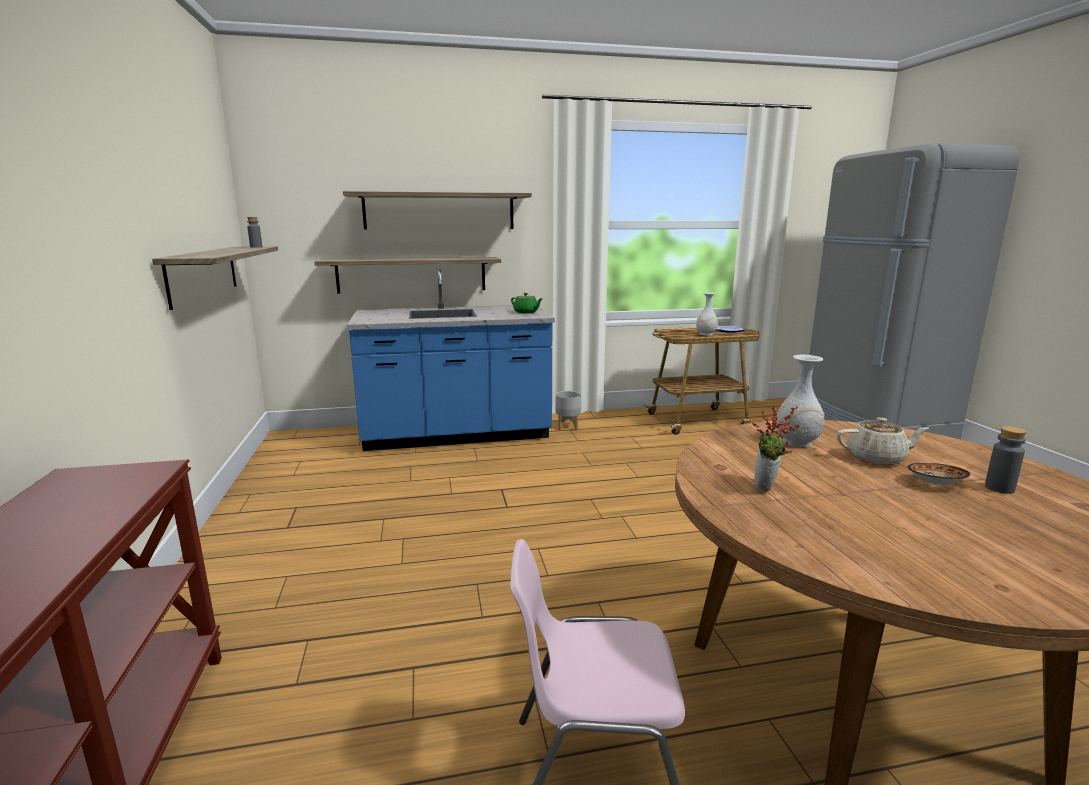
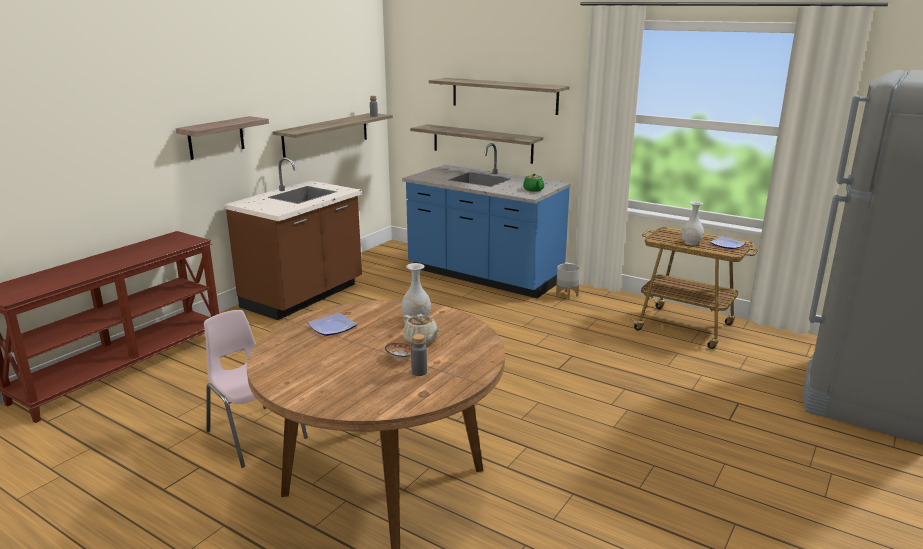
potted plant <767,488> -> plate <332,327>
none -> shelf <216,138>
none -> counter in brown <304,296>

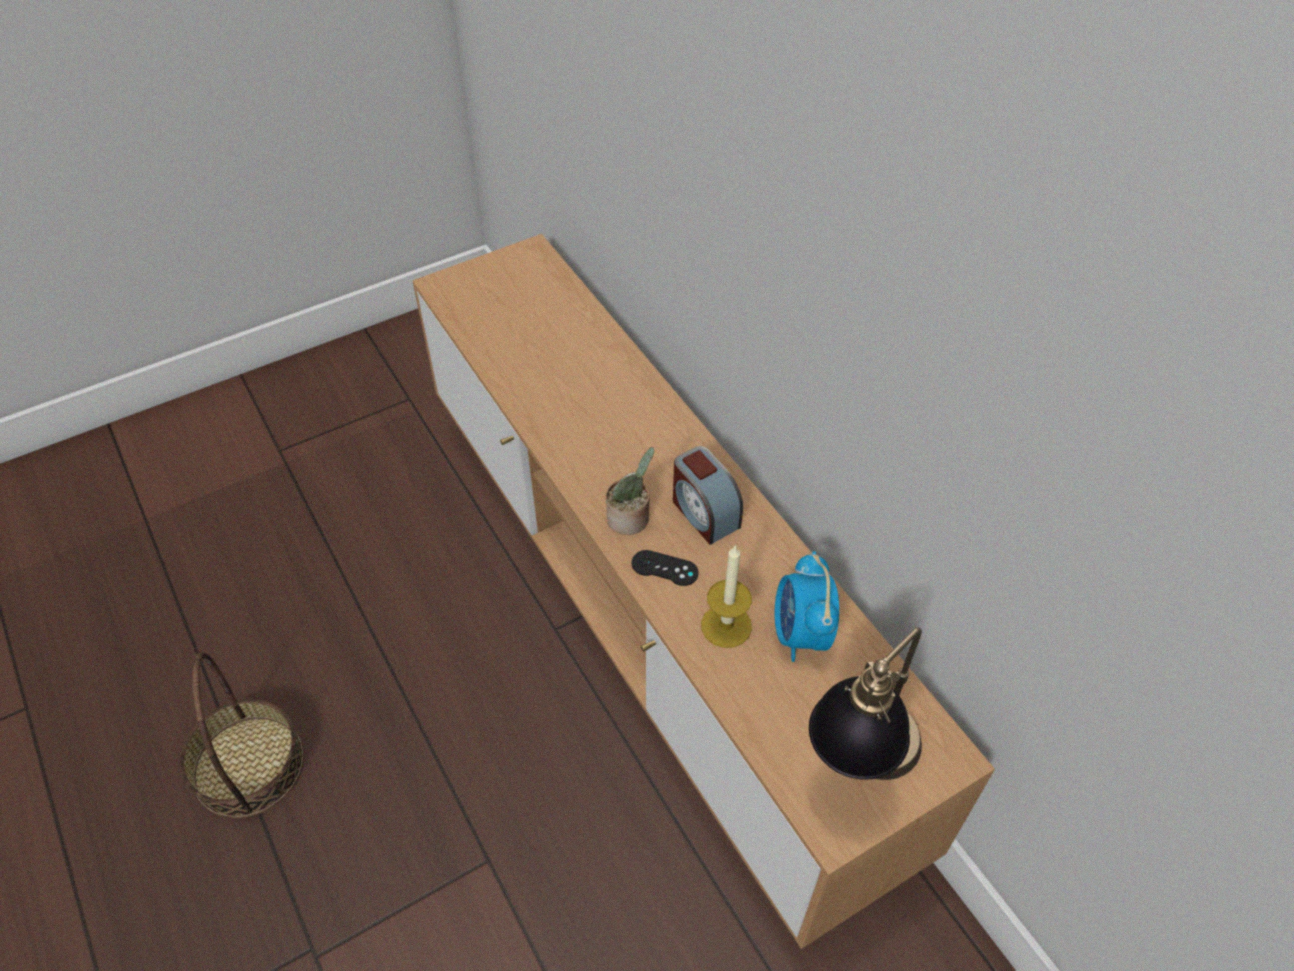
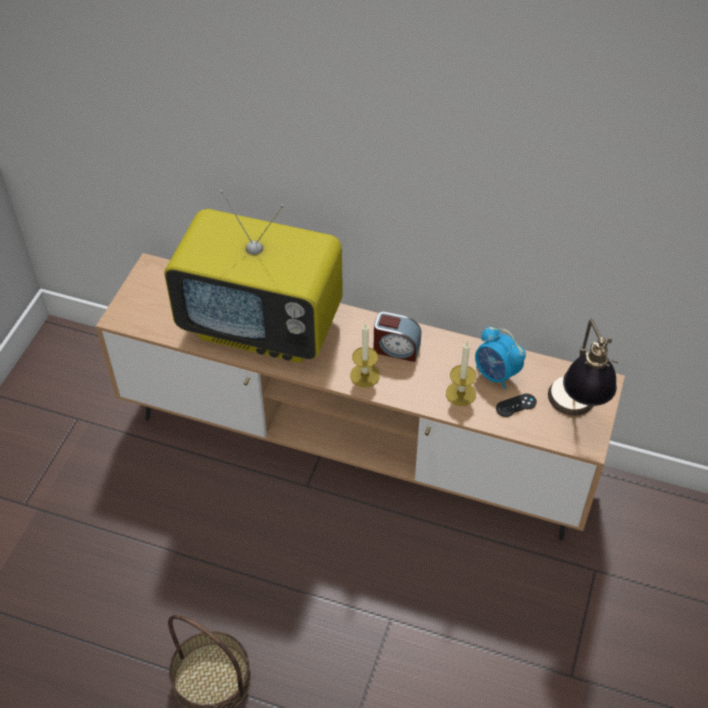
potted plant <630,519> -> candle <365,375>
game controller in black <664,568> -> game controller in black <516,405>, move
none -> television <263,326>

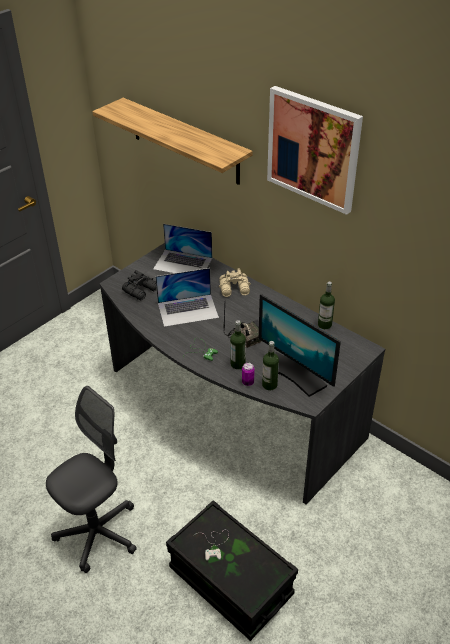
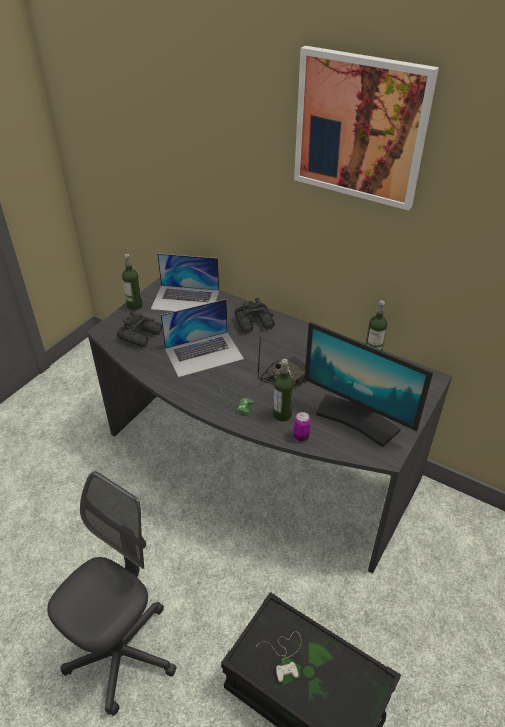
shelf <184,141> -> none
binoculars in beige <235,289> -> binoculars in black <255,323>
bottle <269,385> -> bottle <134,306>, move

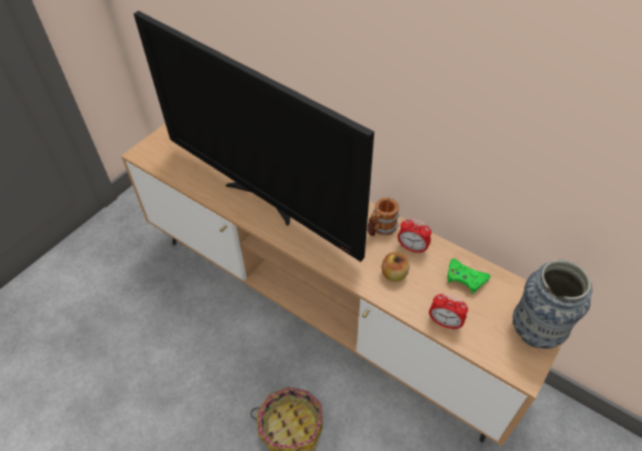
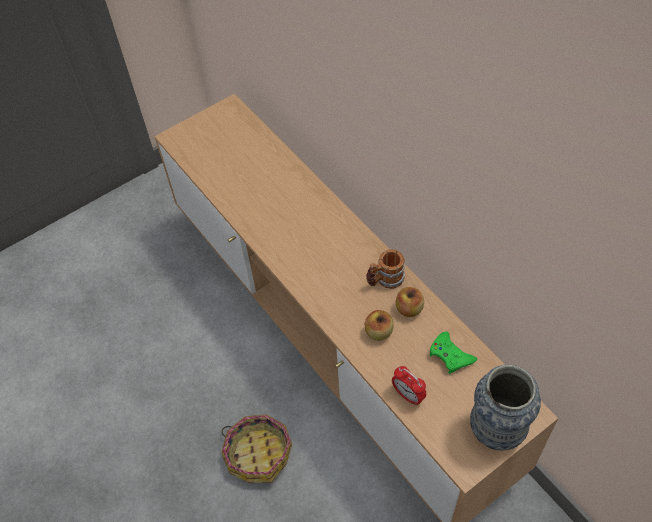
television <263,200> -> none
alarm clock <412,248> -> apple <409,309>

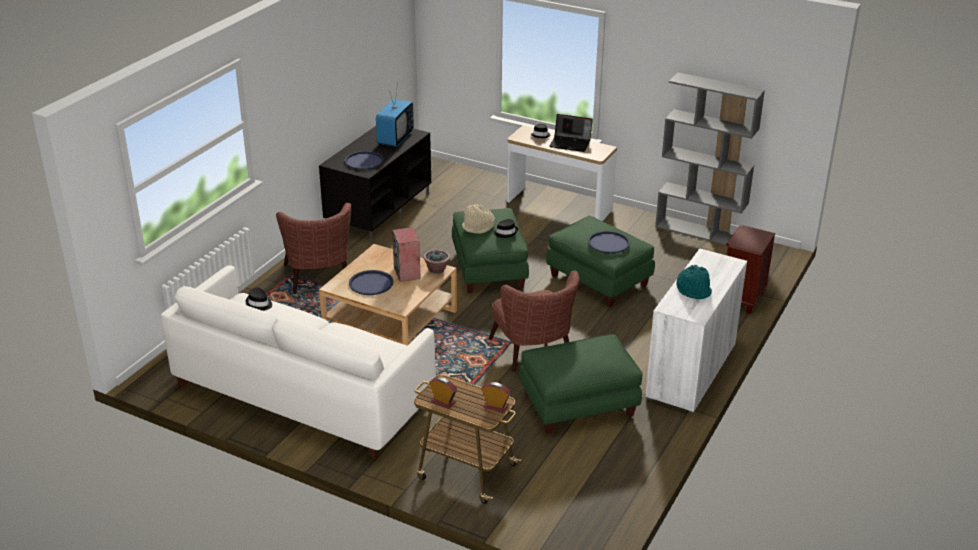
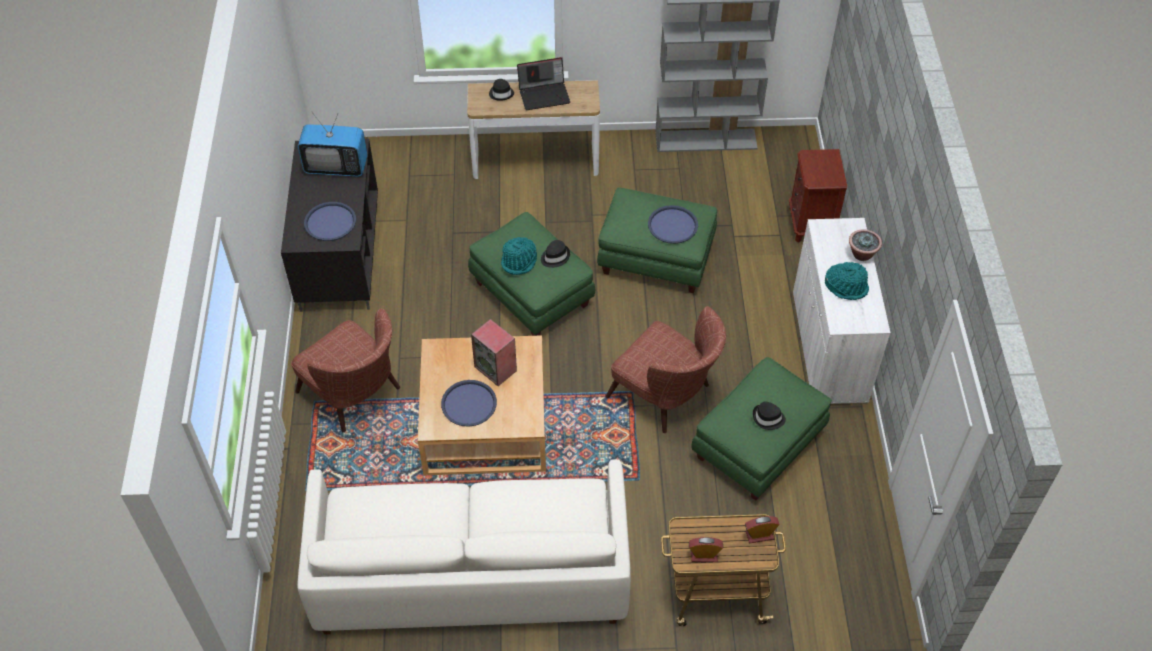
television <395,138> -> television <336,167>, 105 degrees clockwise
hat in beige <478,227> -> hat in turquoise <519,261>
potted plant <437,270> -> potted plant <862,254>, move
hat in black <259,304> -> hat in black <768,418>, move

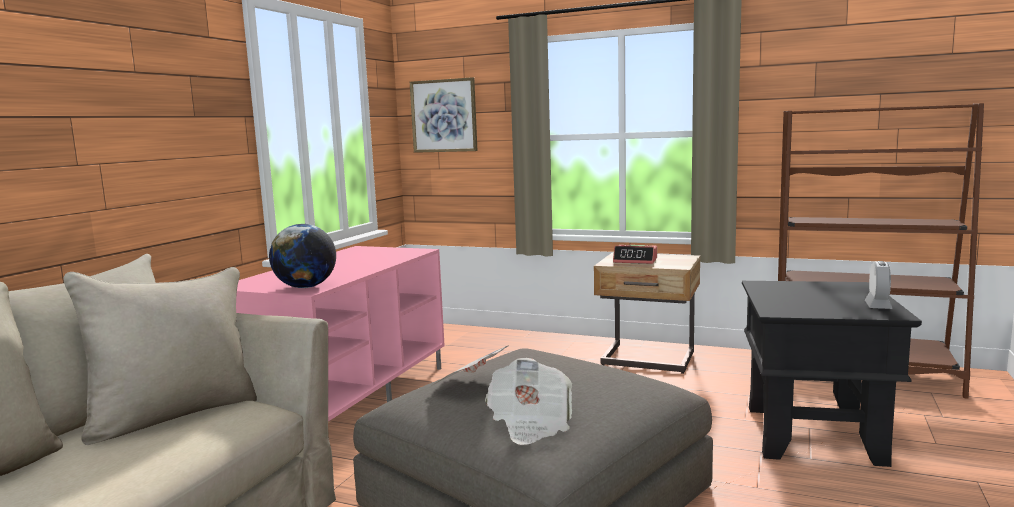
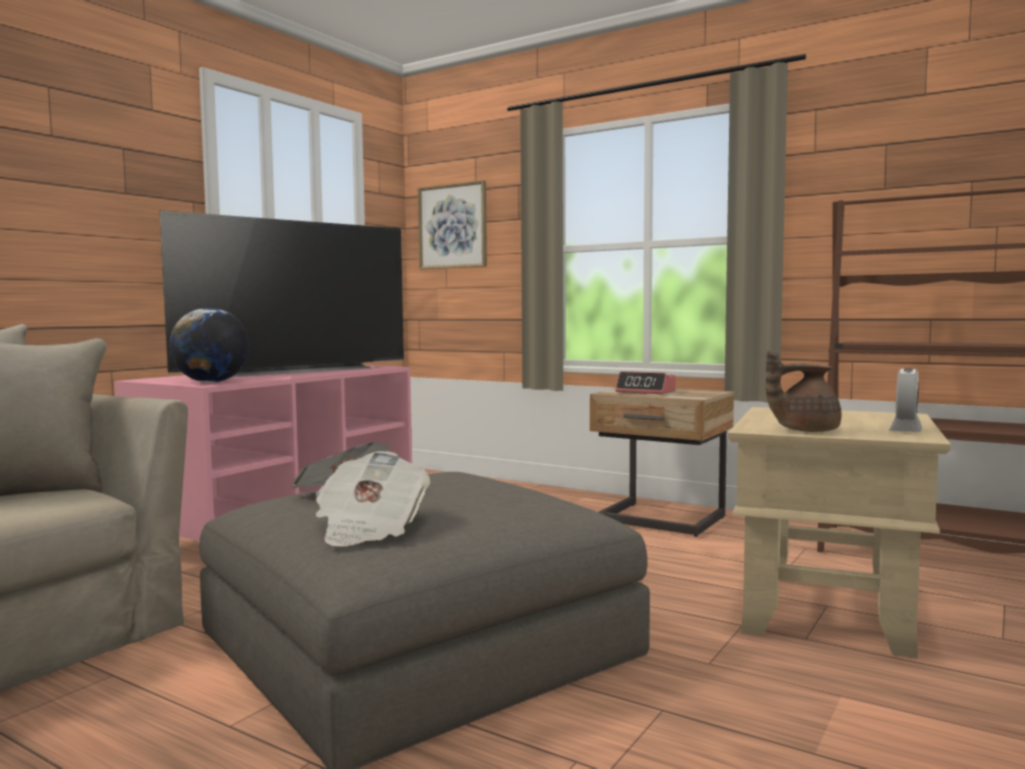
side table in black <813,434> -> side table in beige <828,612>
none -> television <293,371>
none -> teapot in brown <804,430>

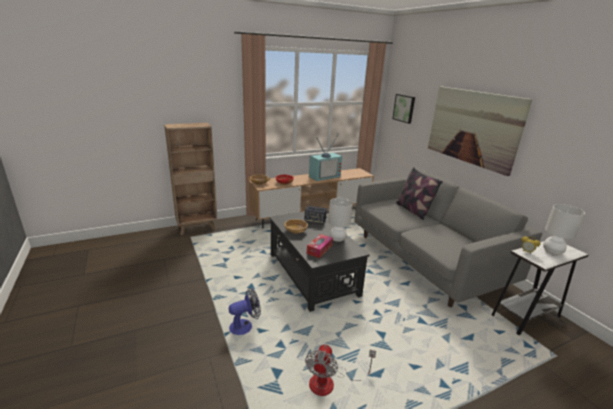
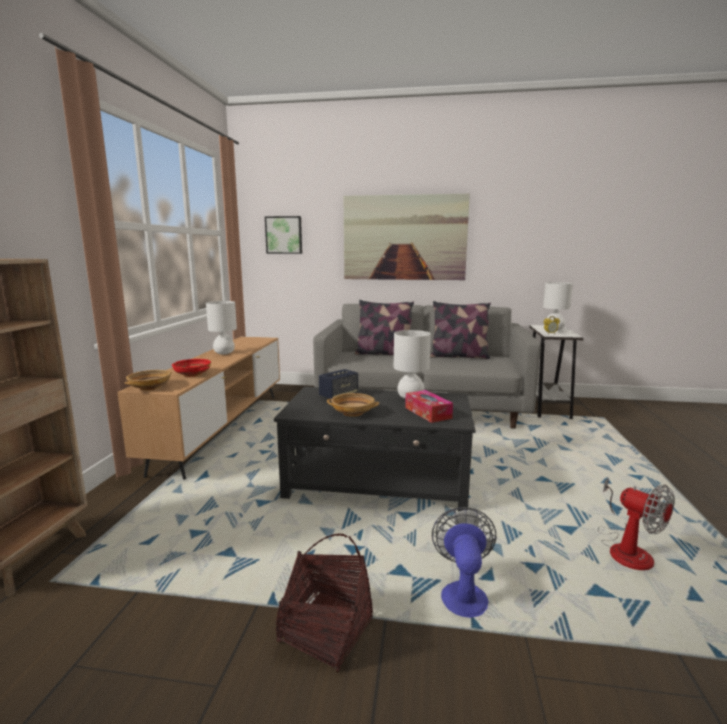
television <324,176> -> table lamp in white <224,353>
none -> pillow <459,356>
none -> basket <325,631>

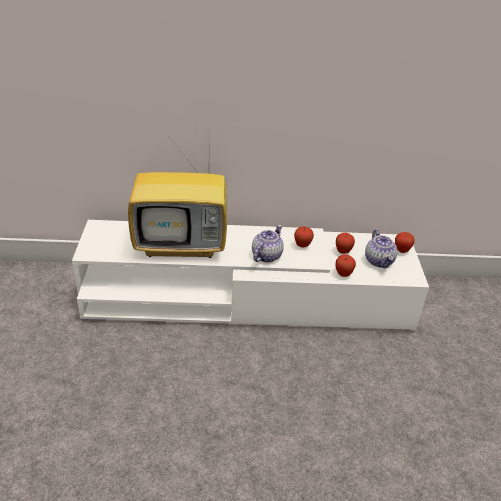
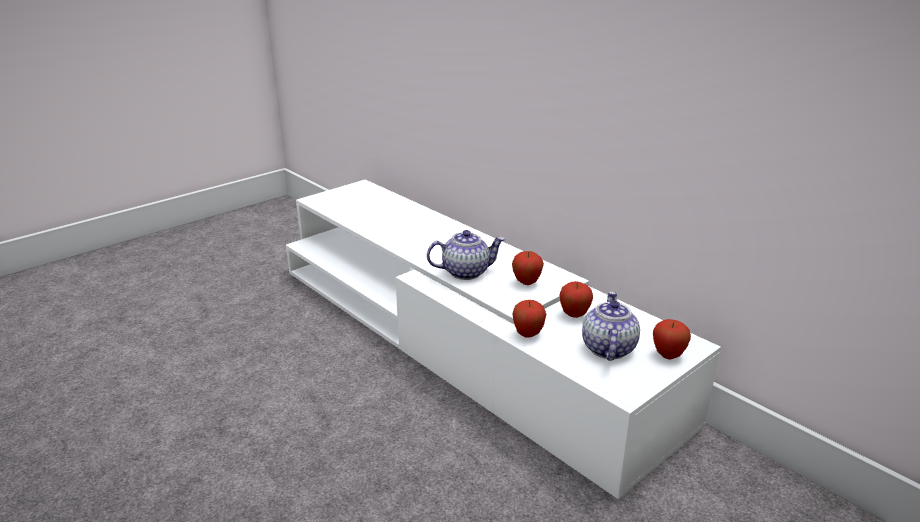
television <183,245> -> none
teapot <379,261> -> teapot <607,348>, 150 degrees clockwise

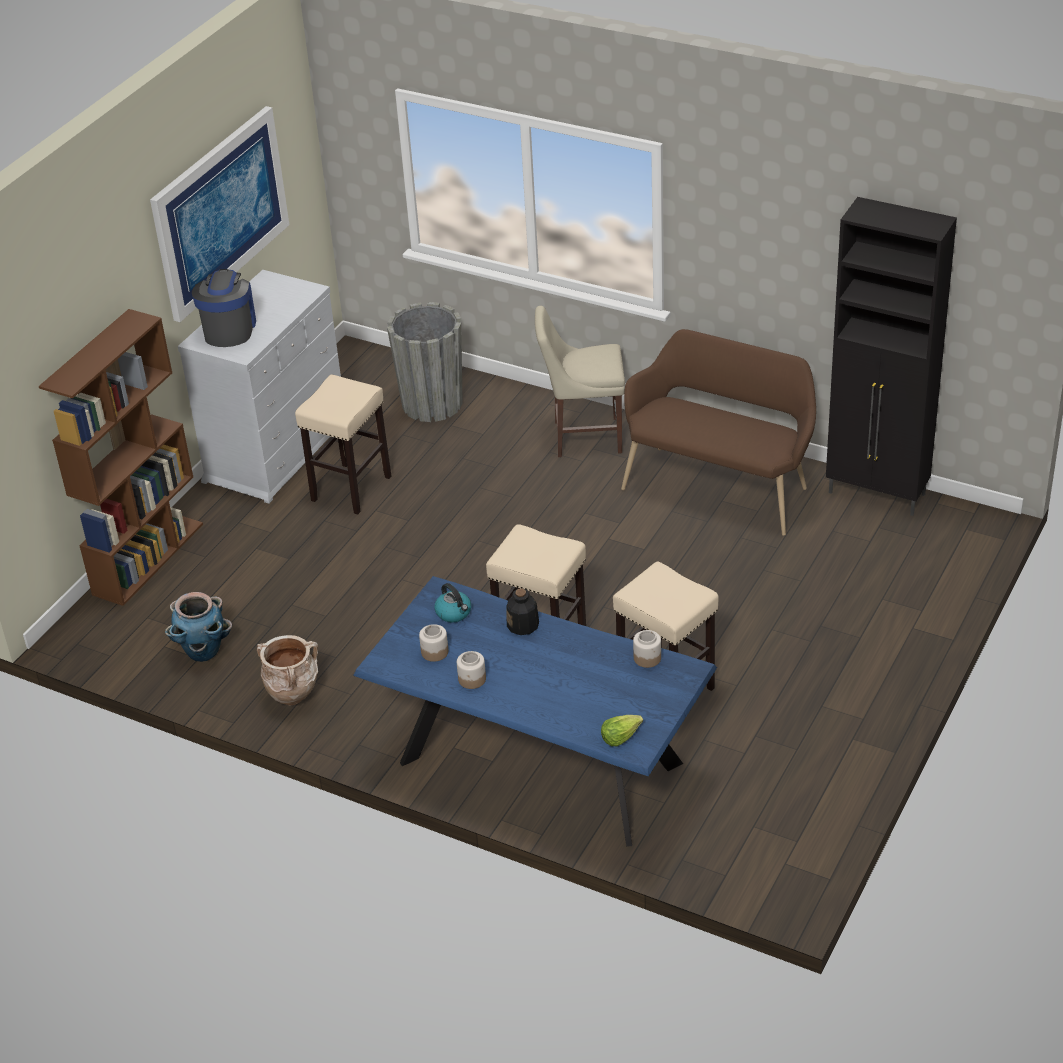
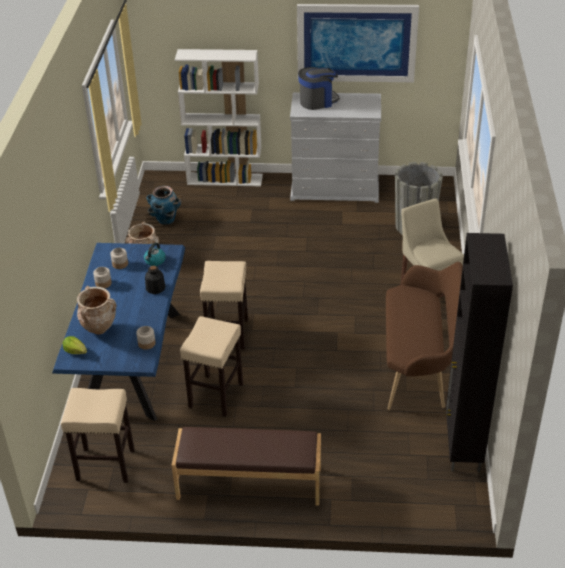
bookcase in brown <148,558> -> bookcase in white <225,179>
stool in beige <351,489> -> stool in beige <105,465>, move
none -> vase in beige <100,330>
none -> bench in brown <249,484>

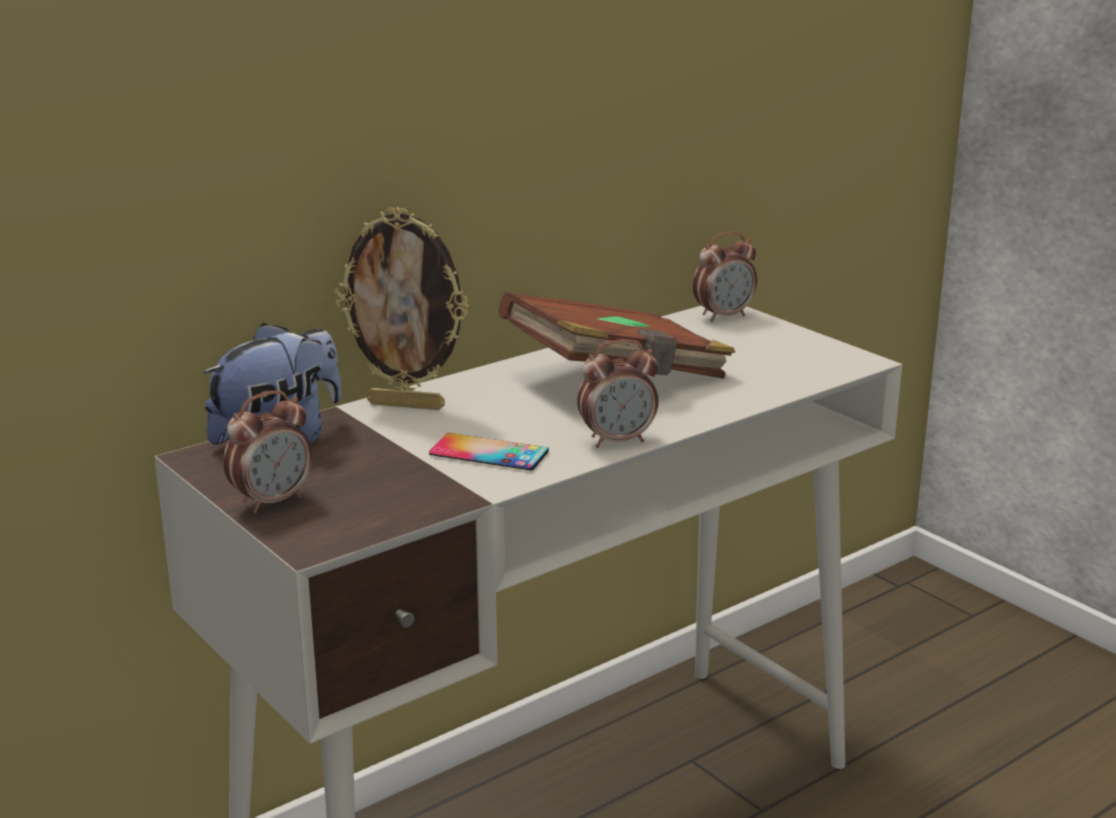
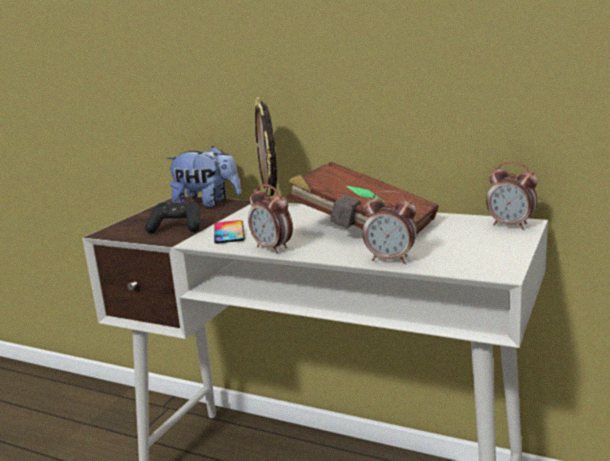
alarm clock <272,501> -> alarm clock <391,260>, move
none -> game controller in black <177,228>

